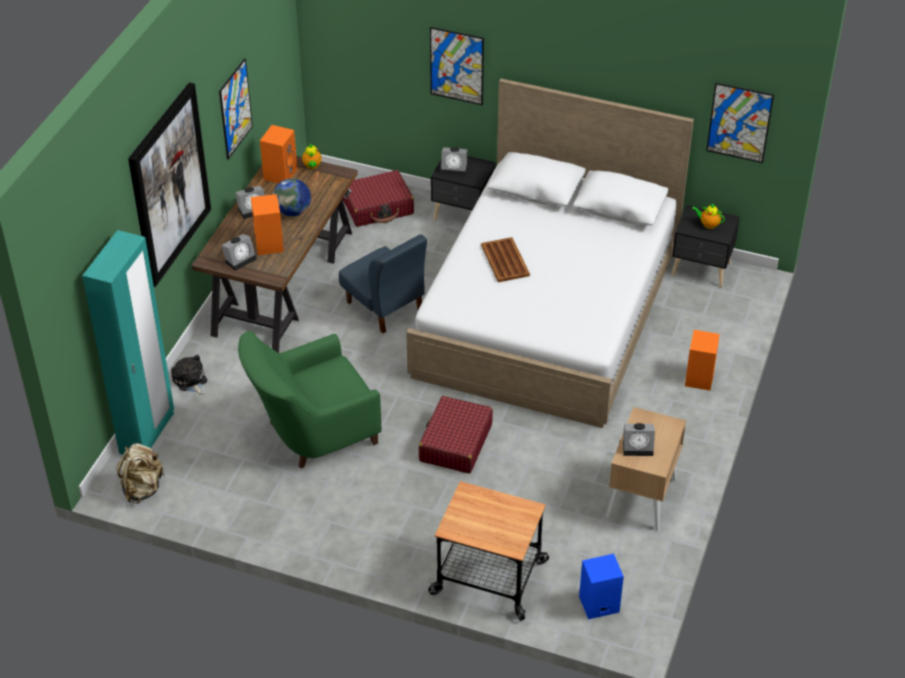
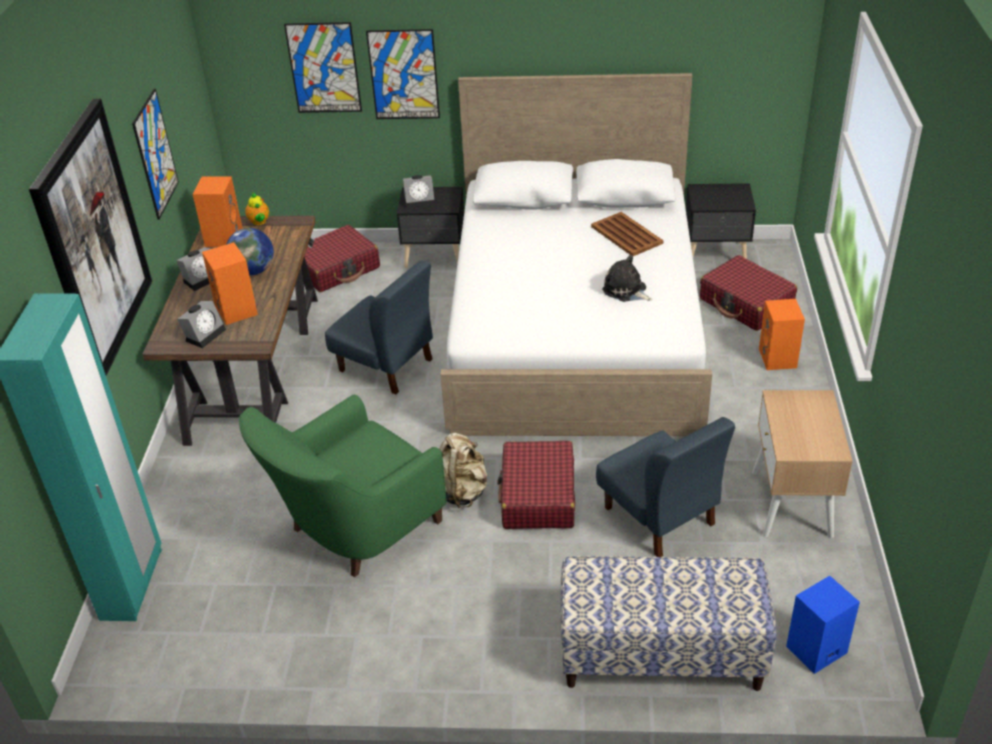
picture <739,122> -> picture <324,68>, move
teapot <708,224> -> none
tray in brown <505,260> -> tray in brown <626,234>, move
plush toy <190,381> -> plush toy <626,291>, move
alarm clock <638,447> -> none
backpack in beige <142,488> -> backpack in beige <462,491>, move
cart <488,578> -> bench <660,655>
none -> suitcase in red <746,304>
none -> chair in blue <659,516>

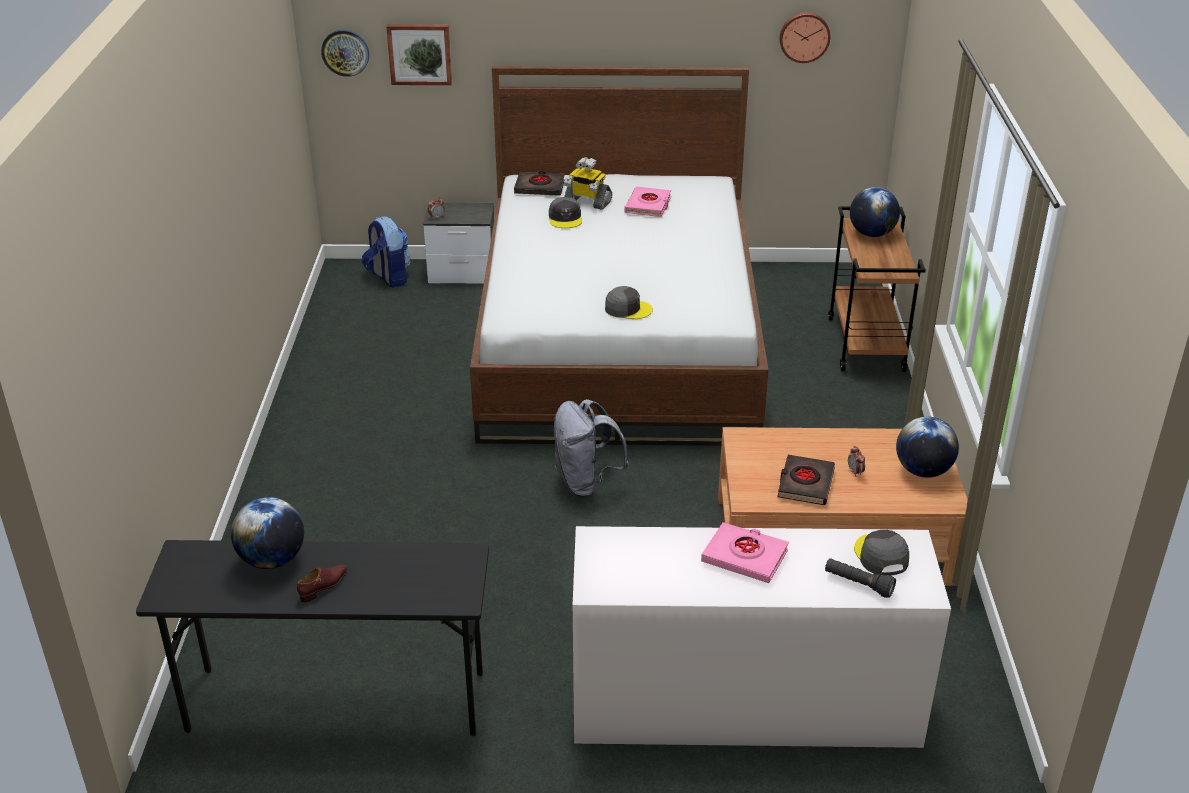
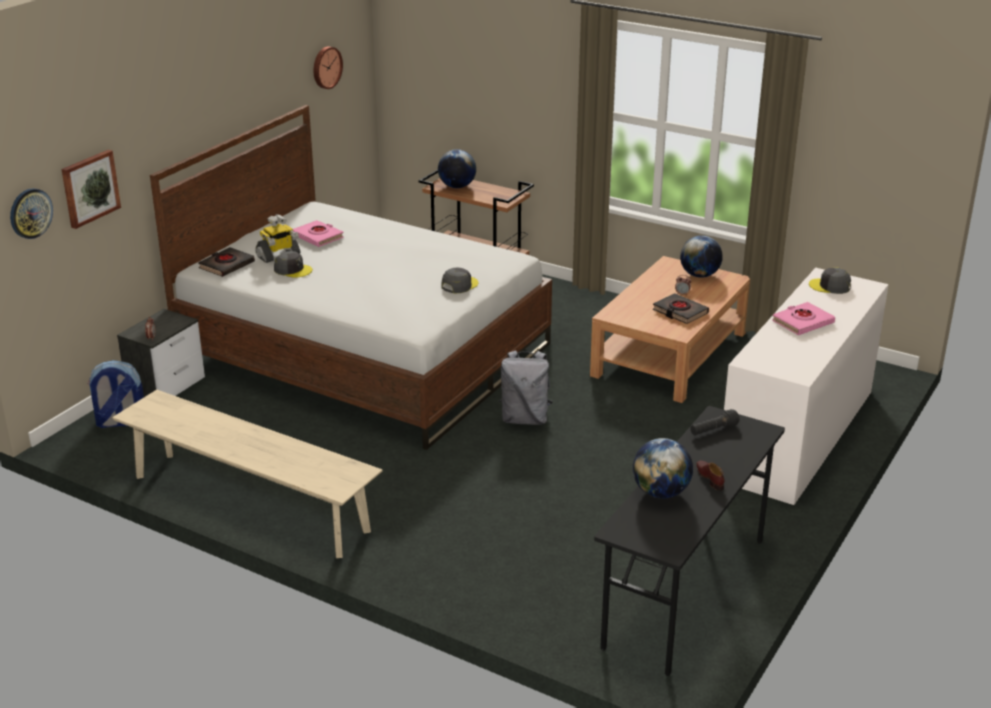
flashlight in black <858,584> -> flashlight in black <713,430>, move
none -> bench in beige <249,503>

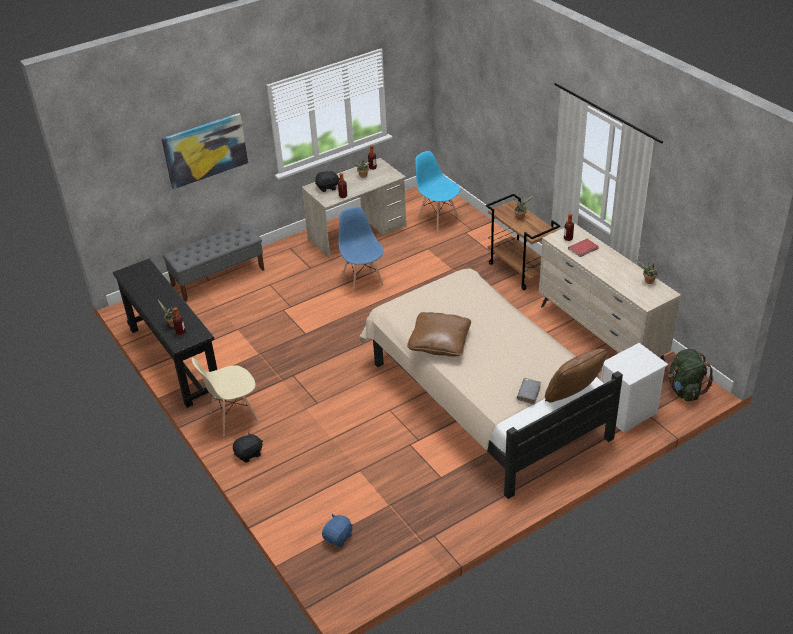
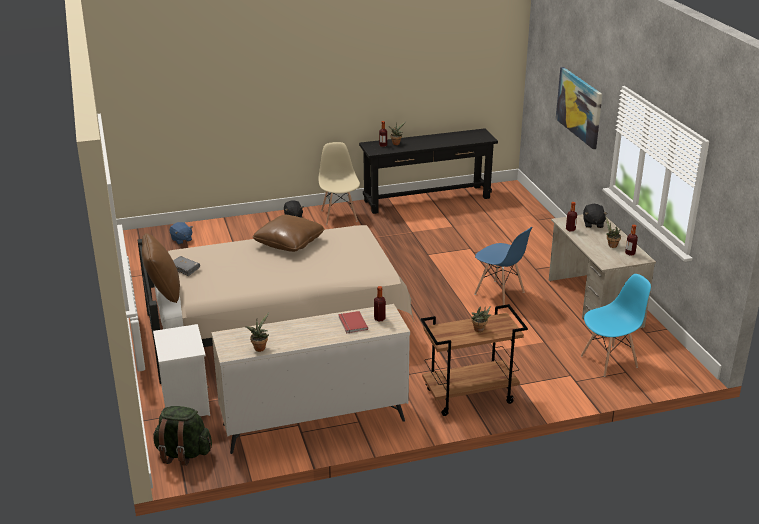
chair in blue <363,280> -> chair in blue <499,293>, 45 degrees clockwise
bench in grey <218,277> -> none

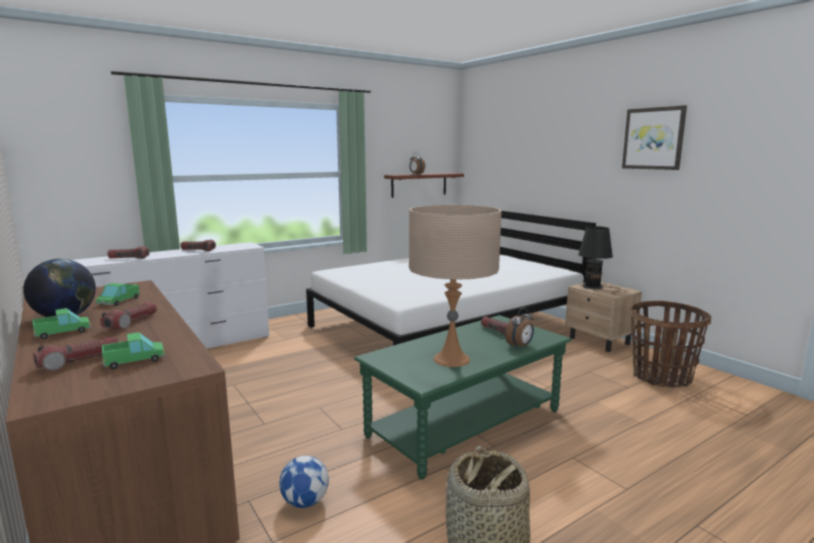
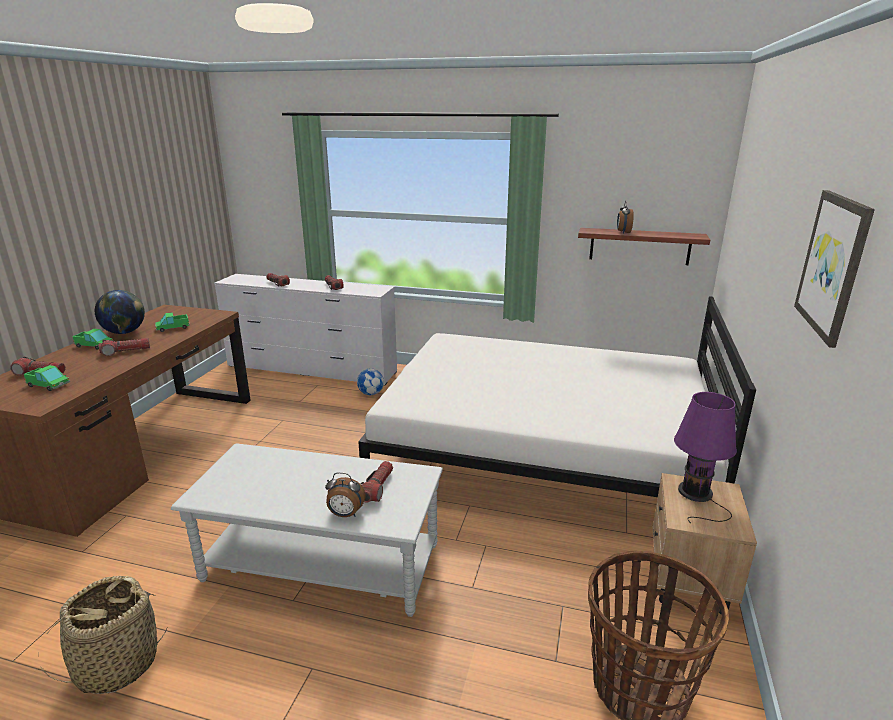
table lamp in beige <451,359> -> none
table lamp in black <595,287> -> table lamp in purple <697,495>
coffee table in green <466,424> -> coffee table in grey <322,563>
football <305,502> -> football <371,393>, move

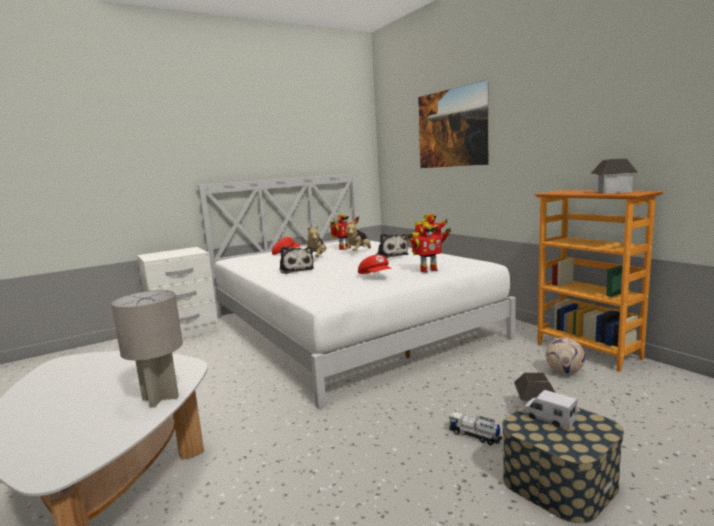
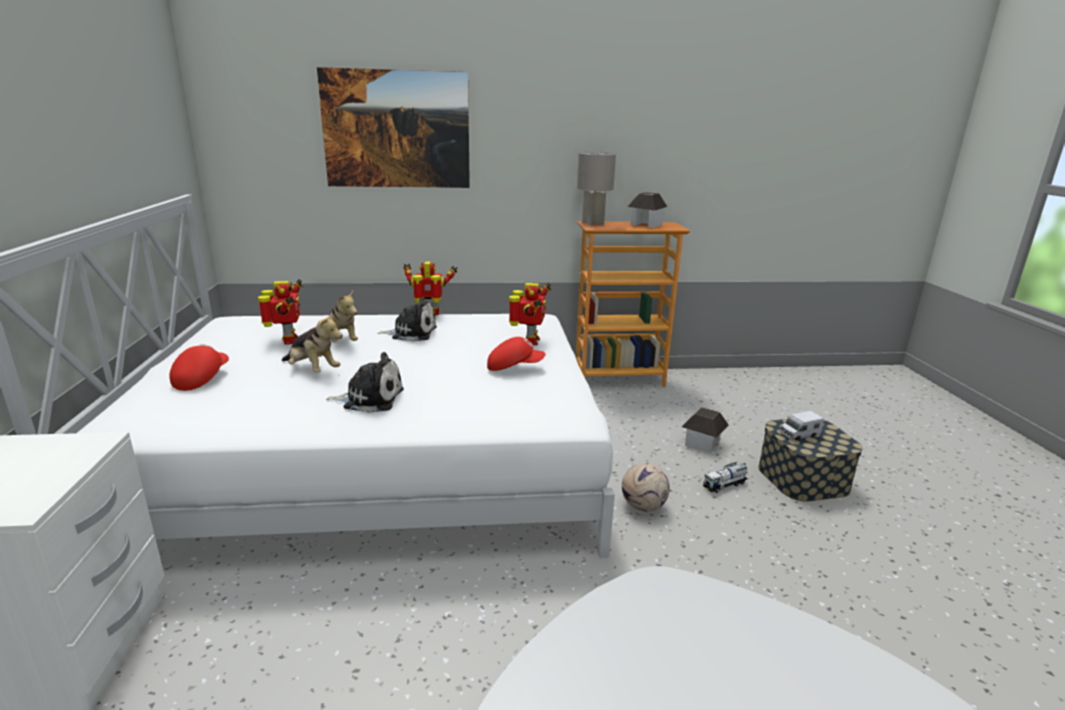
table lamp in grey <160,398> -> table lamp in grey <593,223>, move
football <564,372> -> football <642,506>, move

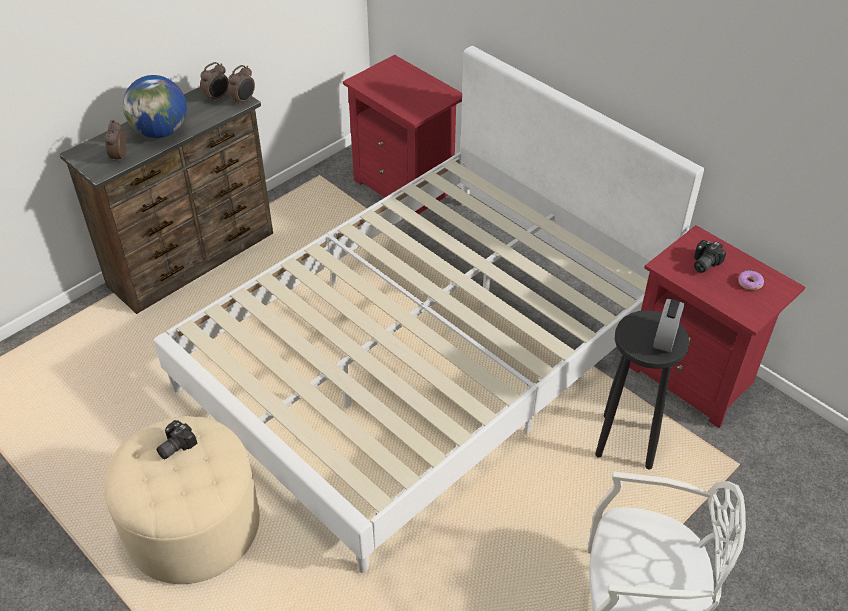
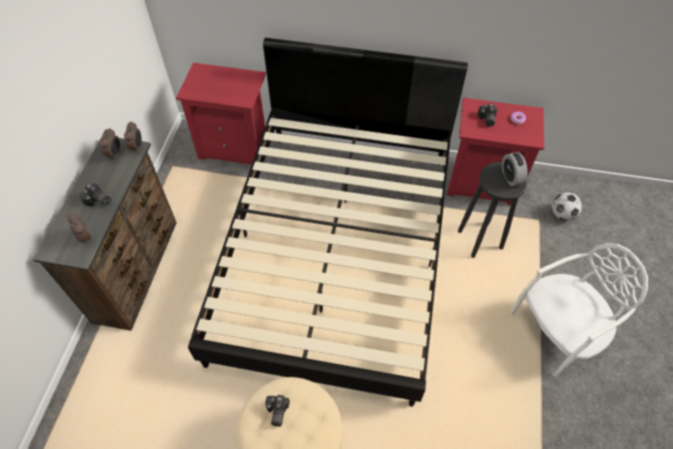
bed in white <425,356> -> bed in black <337,251>
globe <161,132> -> photo camera <98,201>
none -> football <562,214>

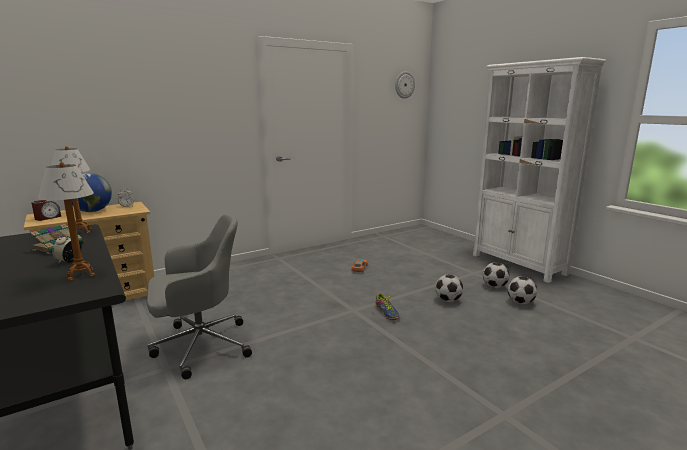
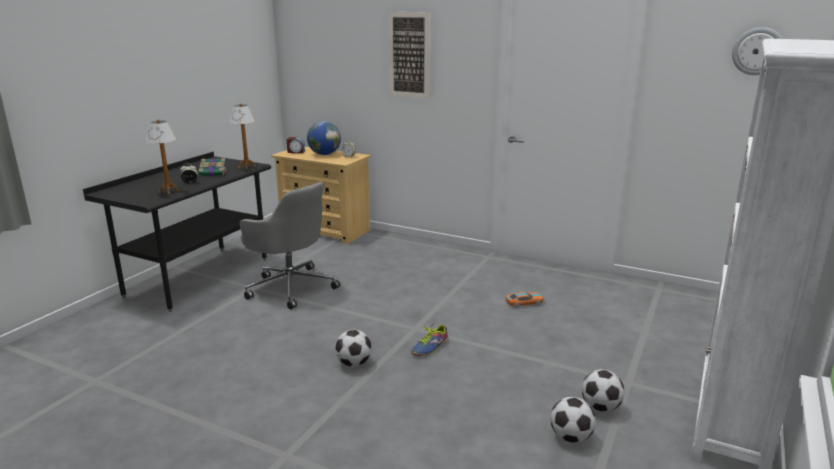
football <448,300> -> football <354,363>, move
none -> picture <409,55>

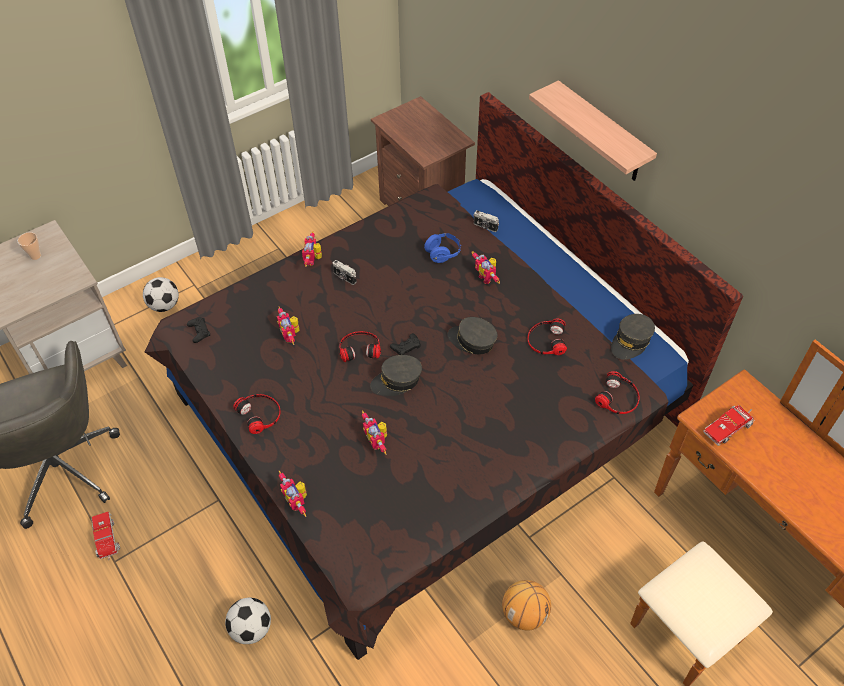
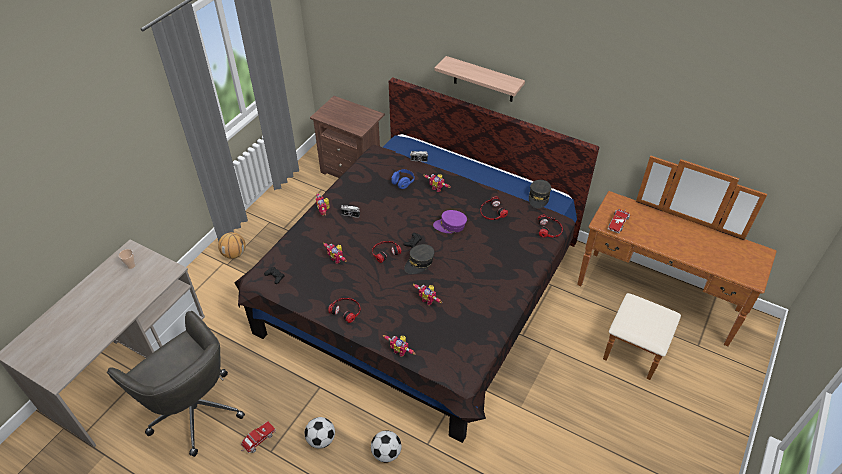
football <164,305> -> football <321,439>, move
cap in grey <472,341> -> cap in purple <450,226>
toy truck <107,540> -> toy truck <257,441>, 90 degrees clockwise
basketball <524,613> -> basketball <234,254>, move

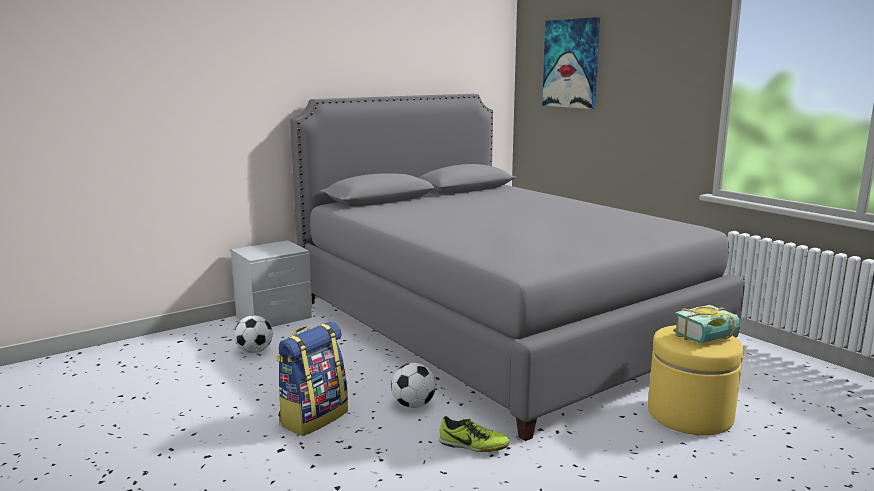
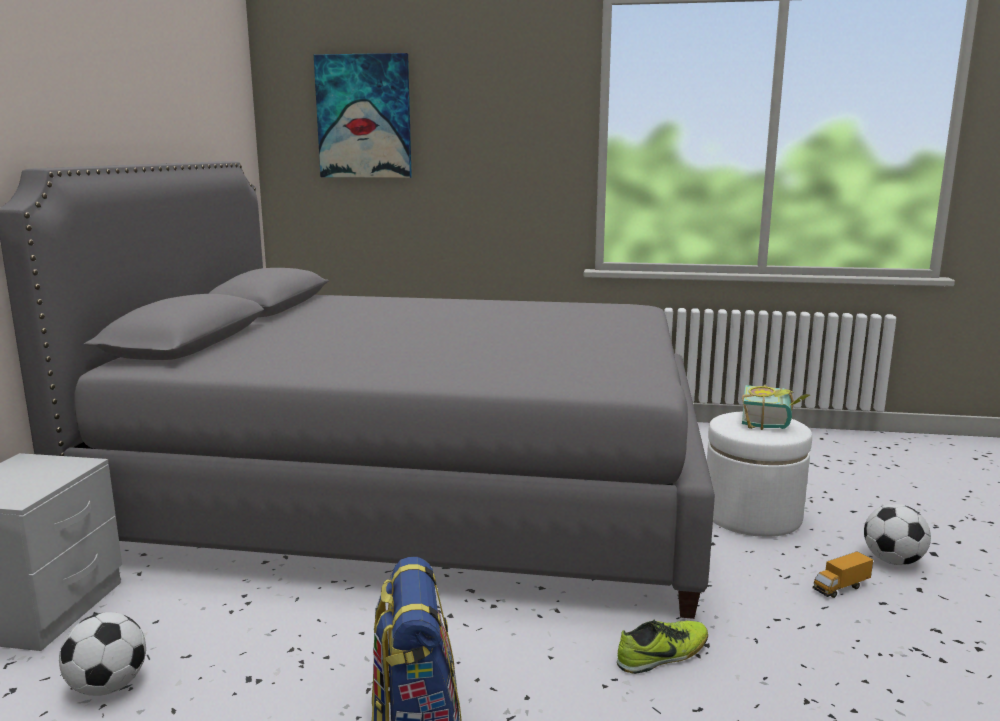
ottoman in yellow <690,415> -> ottoman in white <752,515>
football <413,405> -> football <893,561>, move
none -> toy truck <841,588>

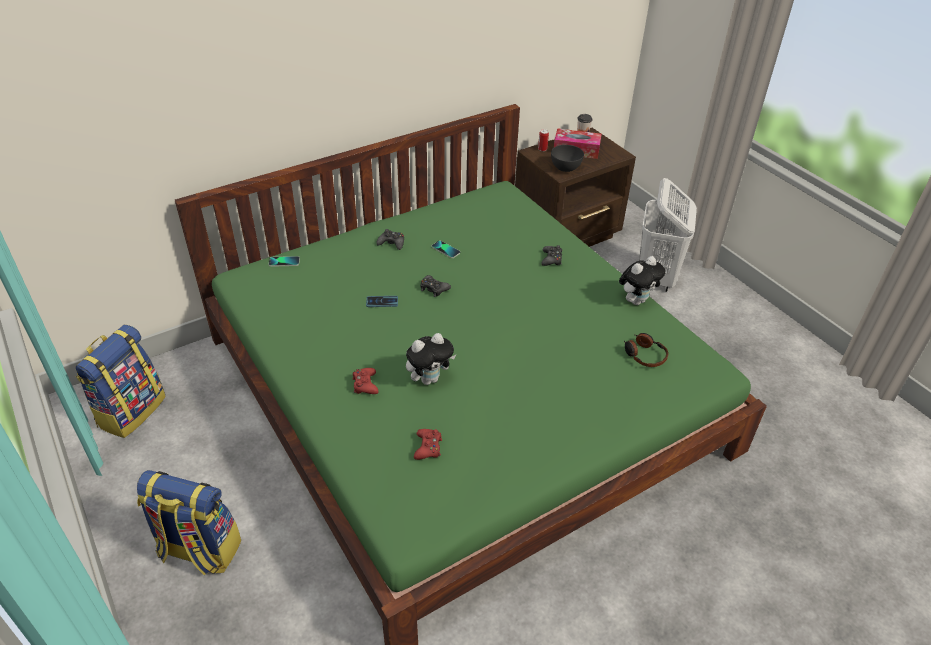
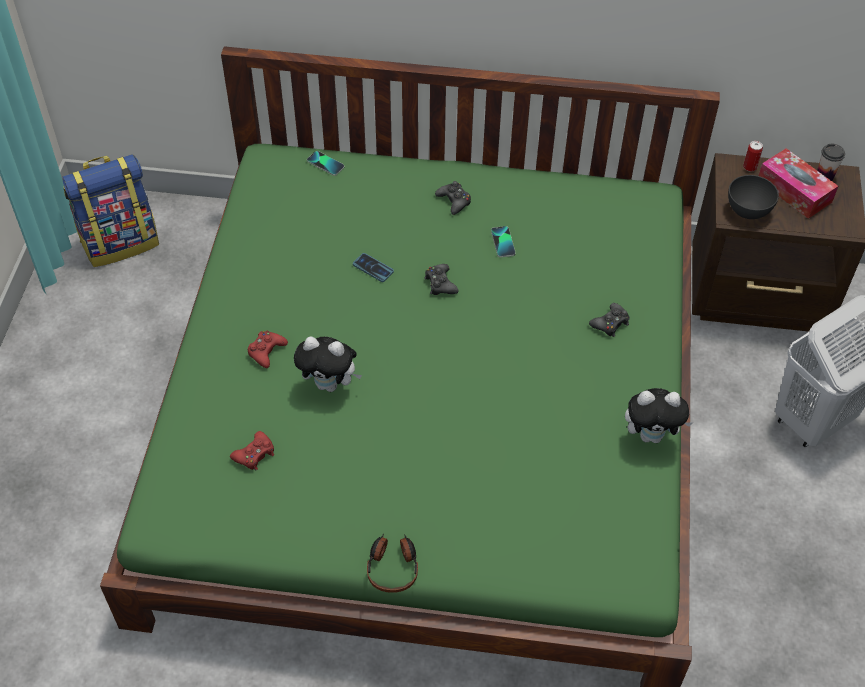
headphones <644,355> -> headphones <393,567>, move
backpack <198,550> -> none

